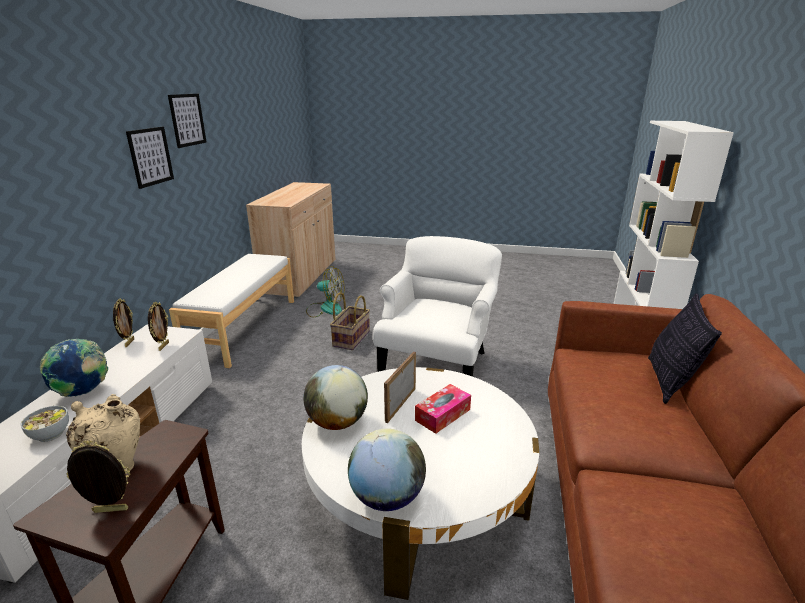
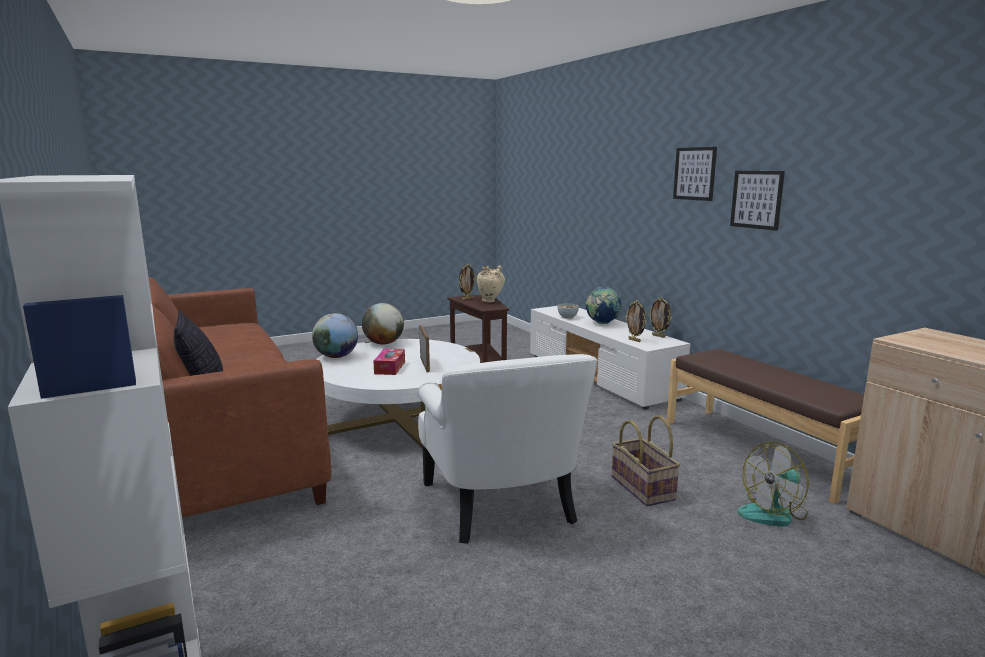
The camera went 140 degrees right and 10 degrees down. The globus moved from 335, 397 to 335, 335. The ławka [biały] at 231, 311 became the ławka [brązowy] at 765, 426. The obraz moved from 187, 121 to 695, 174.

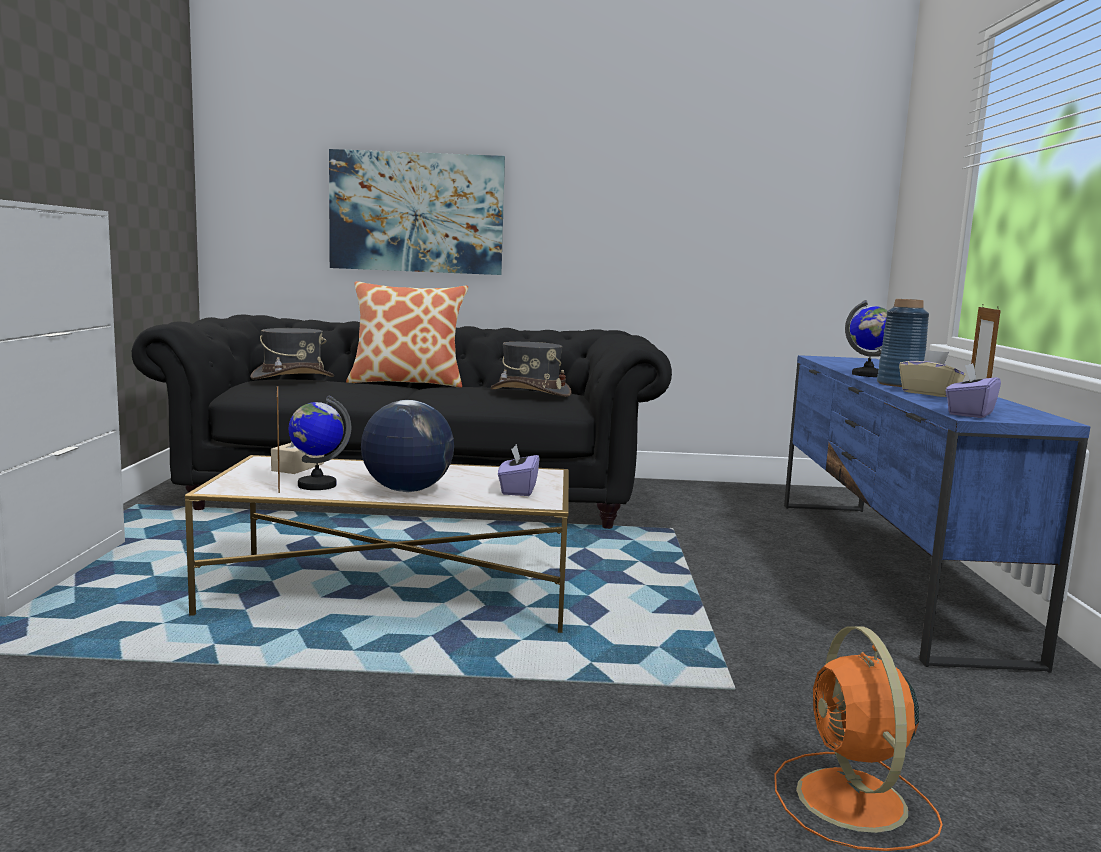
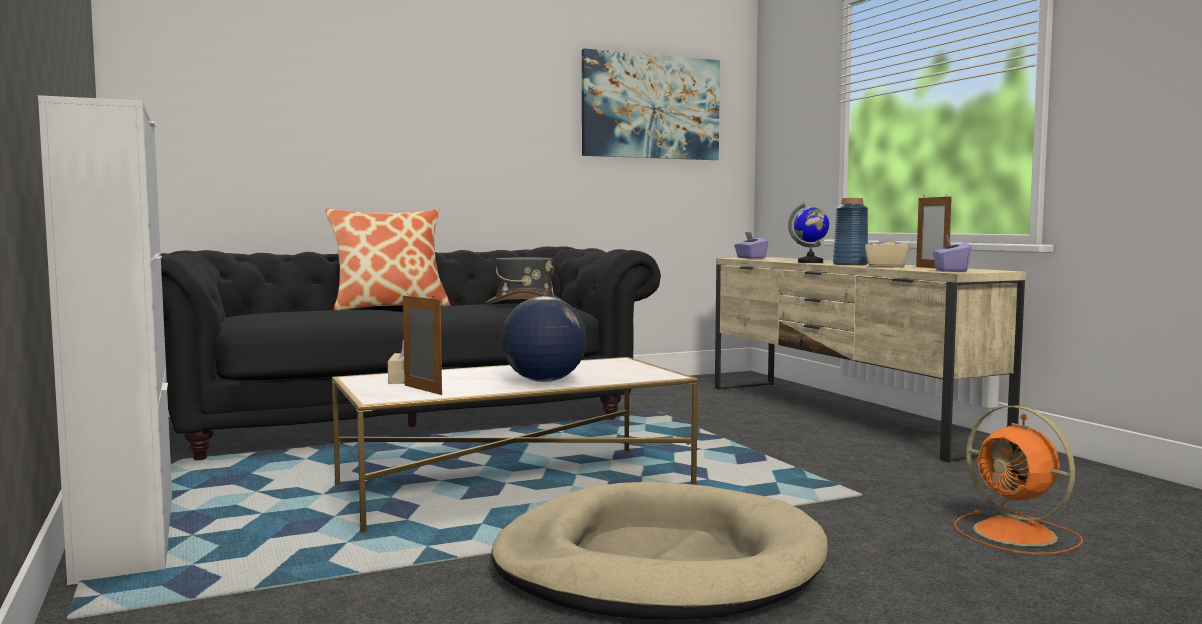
The camera went 25 degrees left and 5 degrees down. The legowisko [beżowy] at 659, 551 appeared. The obraz moved from 417, 212 to 651, 104. The szafka pod telewizor [niebieski] at 937, 514 became the szafka pod telewizor [beżowy] at 870, 360. The pudełko chusteczek [fioletowy] moved from 519, 470 to 751, 245. The kapelusz [szary] at 292, 354 disappeared. The globus at 319, 443 disappeared.

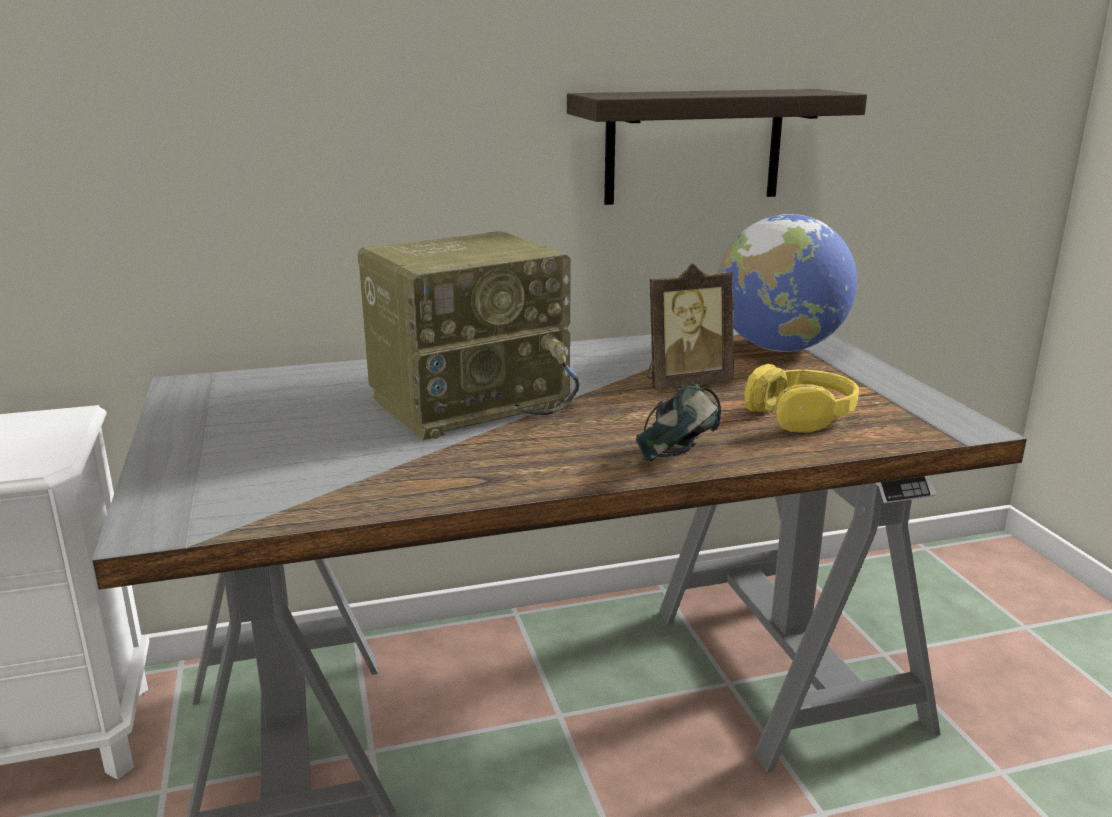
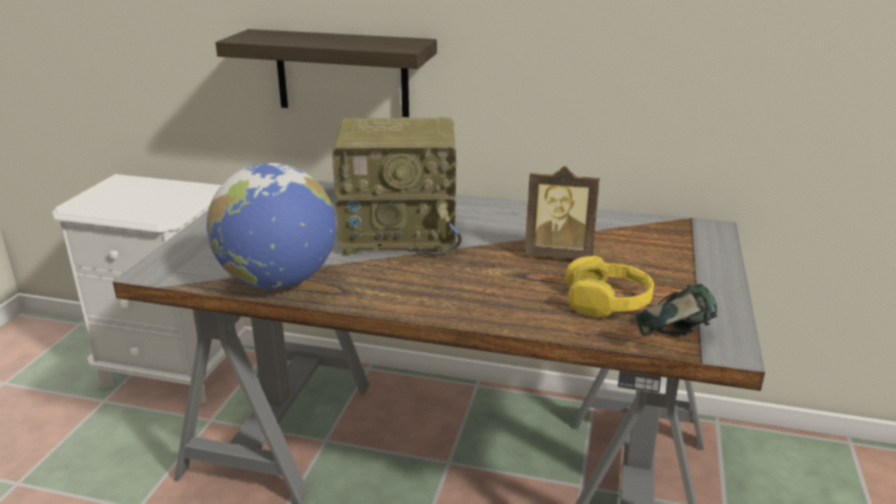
The camera went 30 degrees right and 5 degrees up. The globus moved from 787, 283 to 271, 226. The półka moved from 717, 147 to 326, 73. The słuchawki moved from 679, 421 to 676, 309.

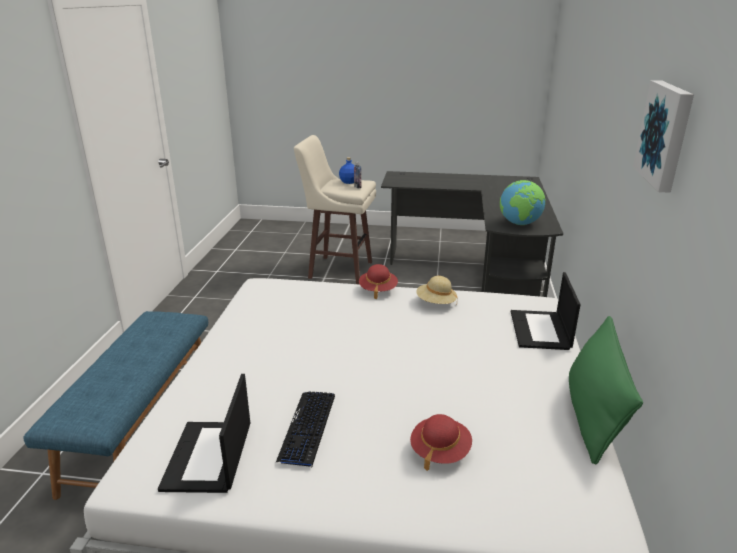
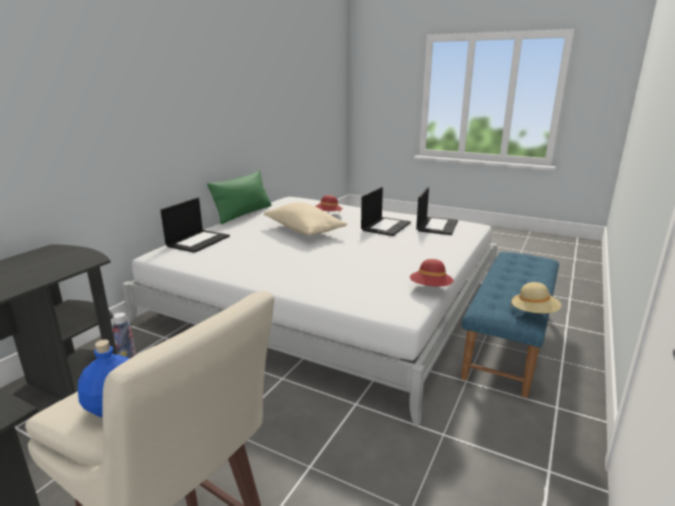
The camera went 160 degrees left and 5 degrees down. The poduszka [beżowy] at 305, 218 appeared. The klawiatura at 305, 429 was replaced by the laptop at 386, 211. The kapelusz [czerwony] moved from 378, 281 to 432, 273. The kapelusz [beżowy] moved from 436, 290 to 535, 297. The globus at 523, 202 disappeared. The obraz at 663, 136 disappeared.

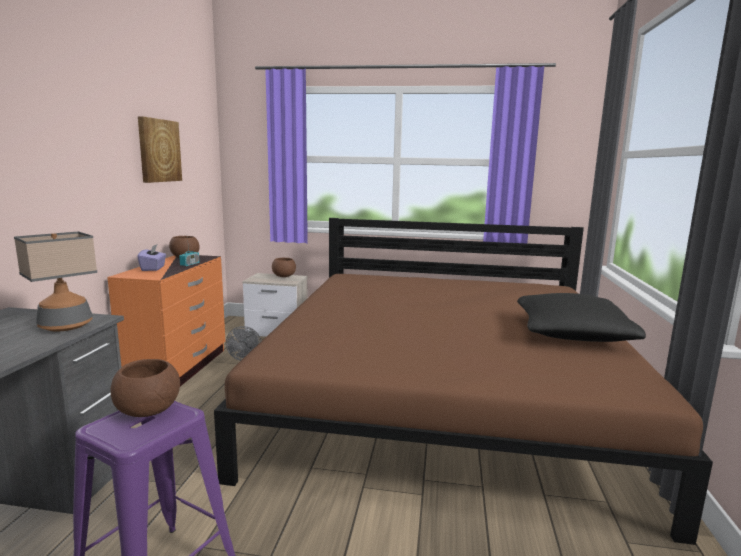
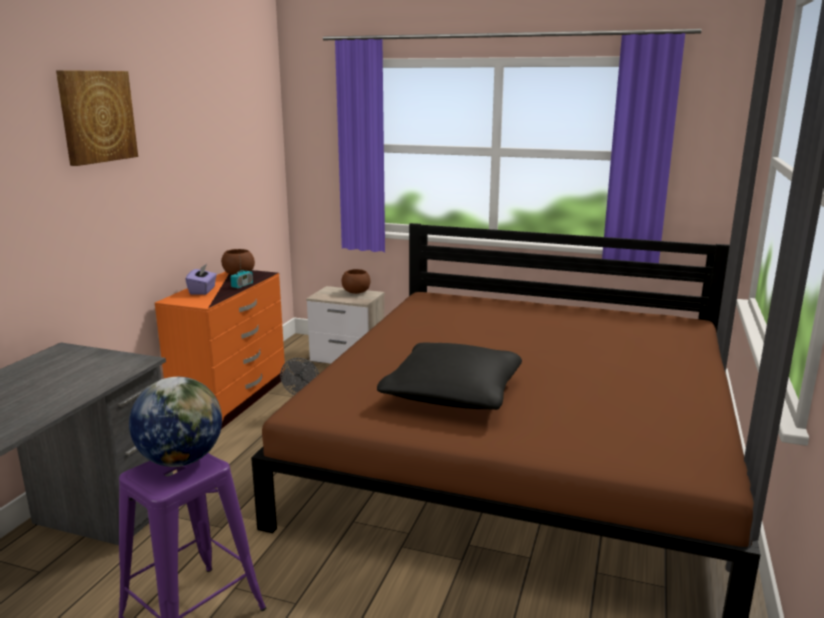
The camera went 10 degrees right and 5 degrees up. The obraz moved from 160, 149 to 97, 118. The miska [brązowy] at 145, 388 was replaced by the globus at 175, 422. The poduszka [czarny] moved from 581, 317 to 449, 376. The lampa stołowa at 55, 281 disappeared.

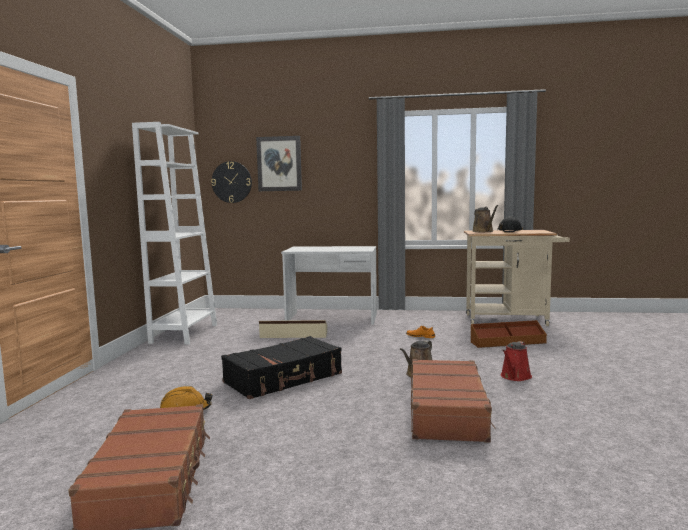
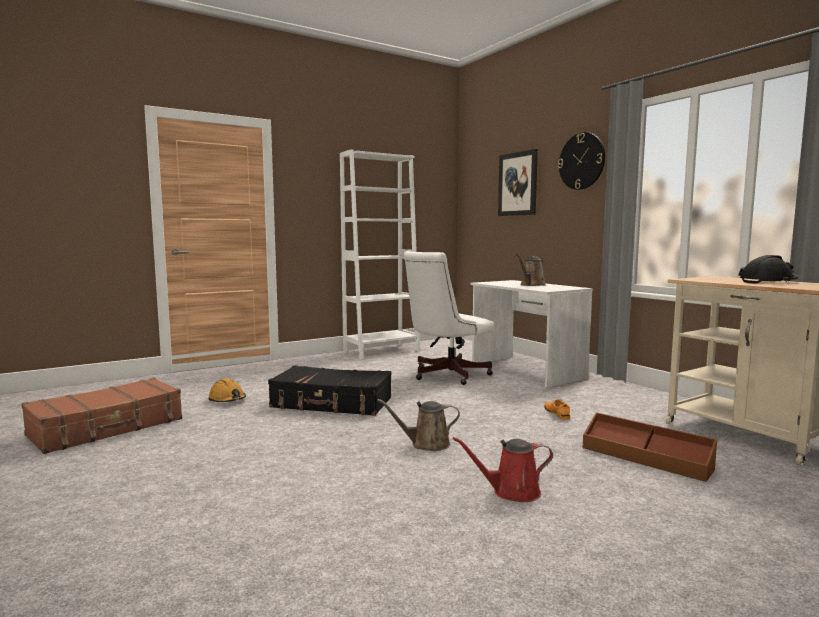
The camera went 50 degrees right and 0 degrees up. The pojemnik do przechowywania [beżowy] at 293, 329 was replaced by the krzesło biurowe [biały] at 448, 318. The konewka [brązowy] moved from 485, 218 to 531, 270. The zegar ścienny moved from 231, 182 to 581, 161. The walizka [brązowy] at 453, 401 disappeared.

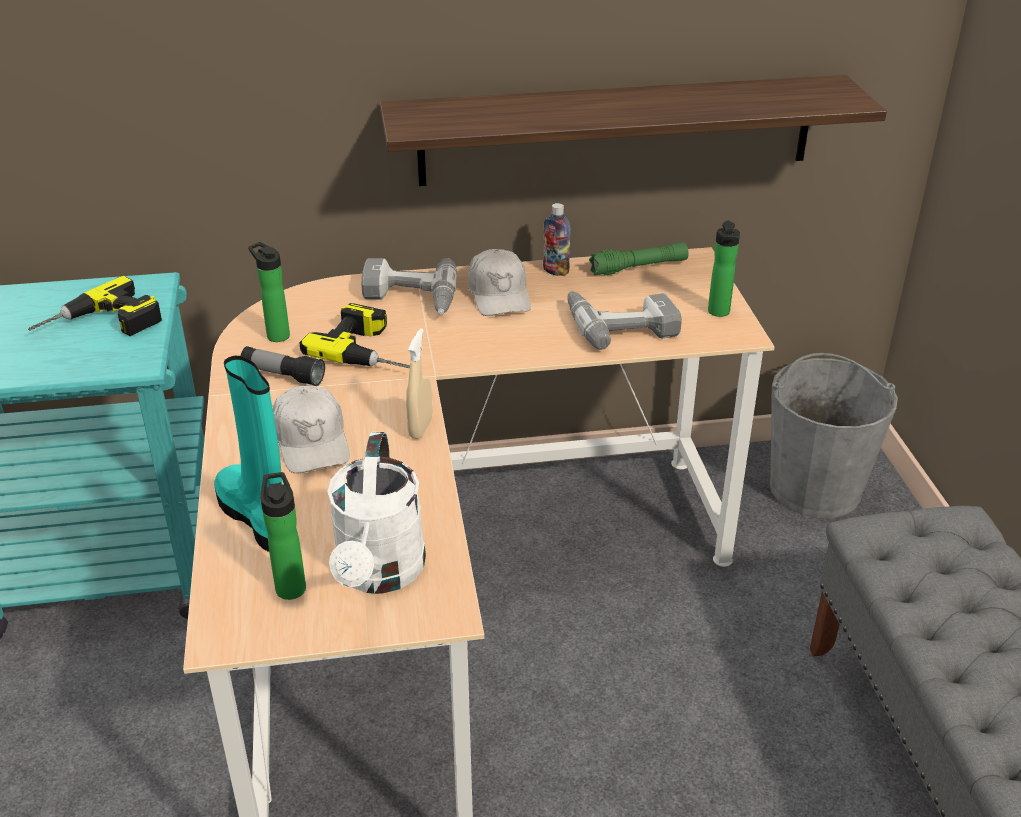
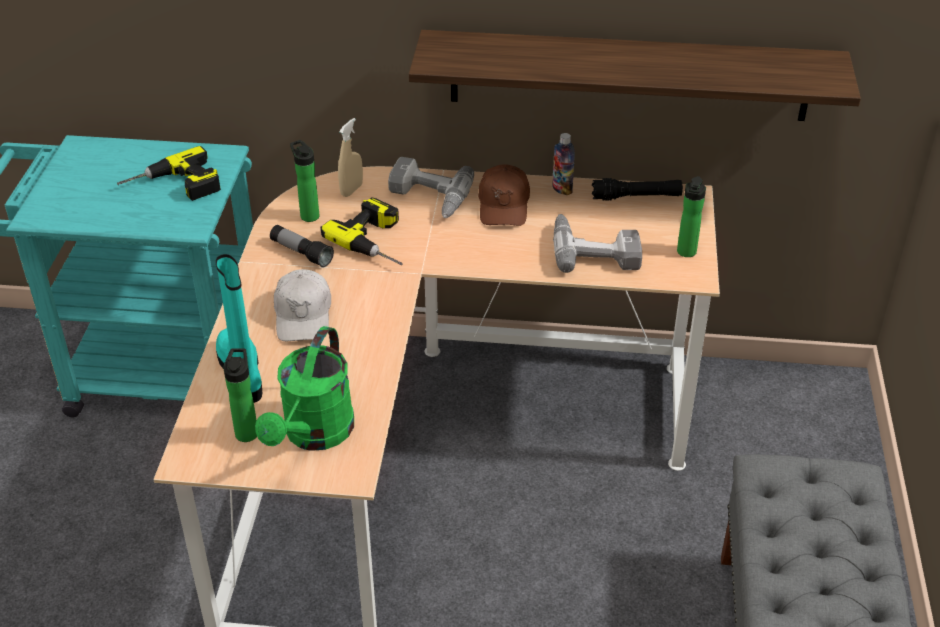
The camera went 15 degrees right and 5 degrees up. The konewka [biały] at 376, 513 became the konewka [zielony] at 304, 388. The spryskiwacz [beżowy] moved from 419, 383 to 350, 157. The czapka z daszkiem [biały] at 499, 282 became the czapka z daszkiem [brązowy] at 504, 195. The latarka [zielony] at 639, 259 became the latarka [czarny] at 637, 189. The wiadro [szary] at 833, 435 disappeared.

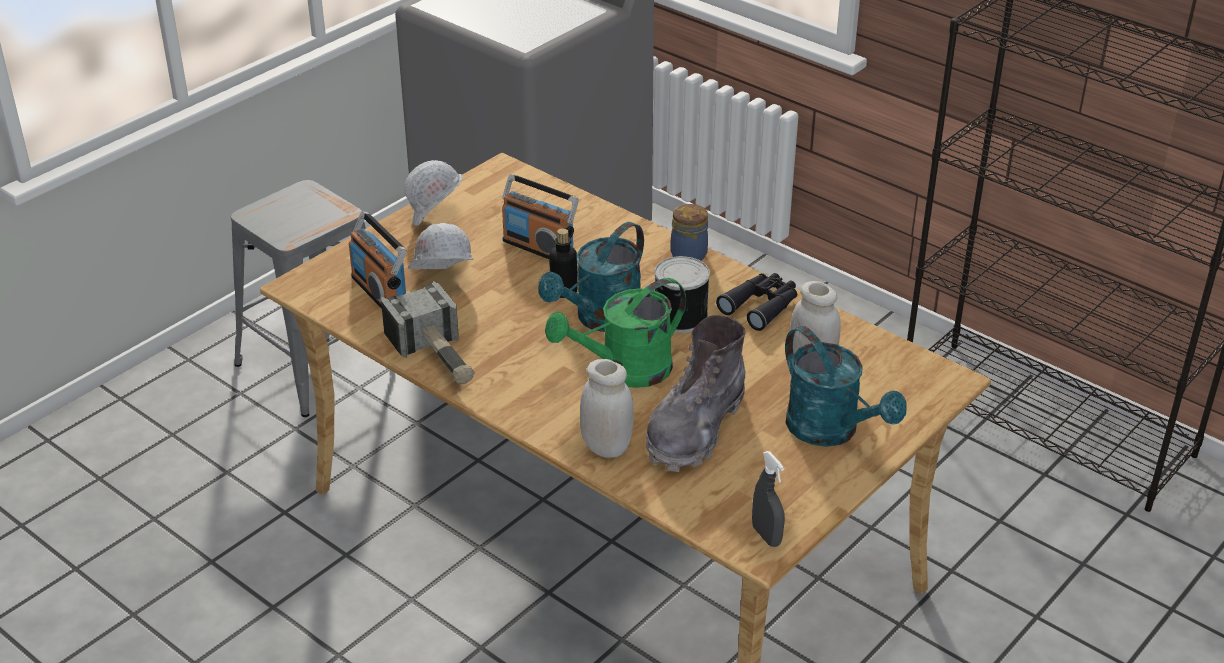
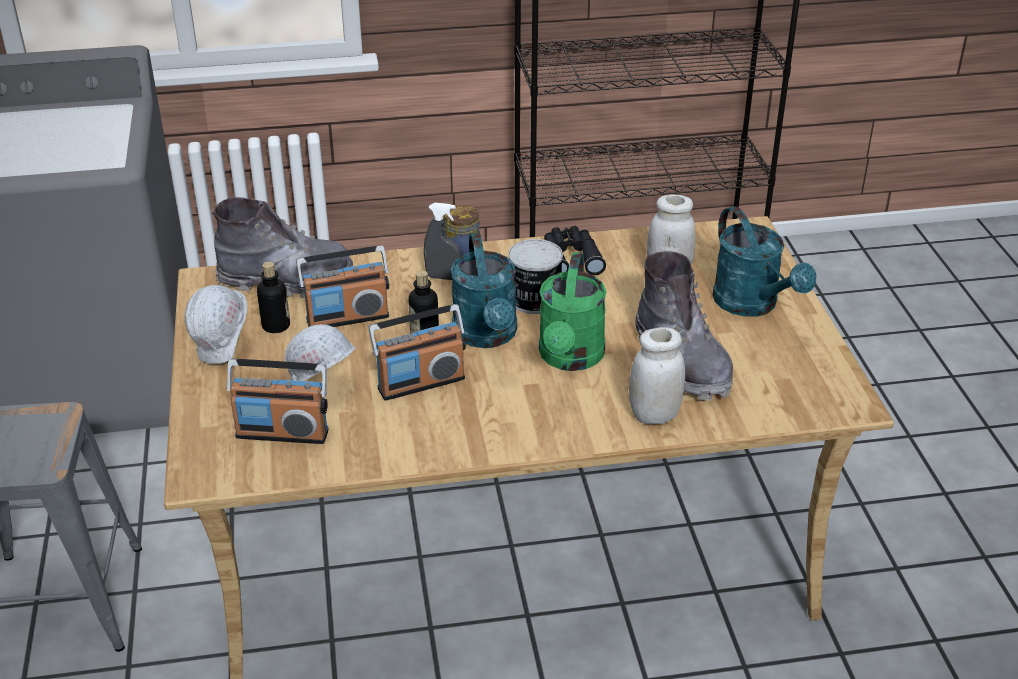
The camera went 50 degrees left and 0 degrees up. The but z cholewką [szary] at 283, 247 appeared. The butelka at 273, 297 appeared. The radio at 417, 352 appeared. The spryskiwacz [szary] moved from 768, 499 to 443, 241. The konewka [turkusowy] at 846, 386 turned 60 degrees clockwise. The młotek at 428, 332 disappeared.

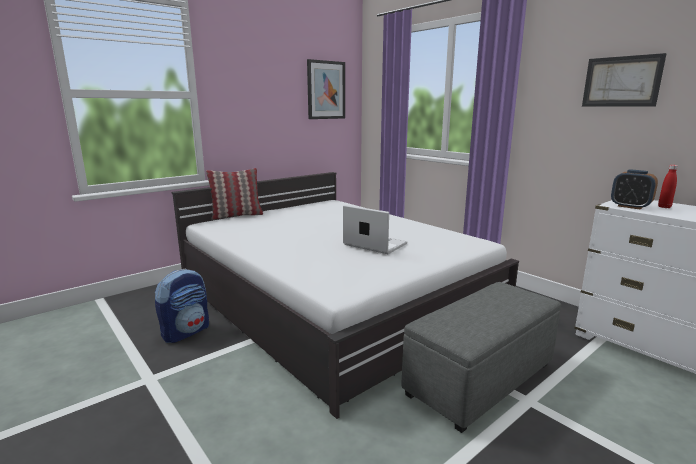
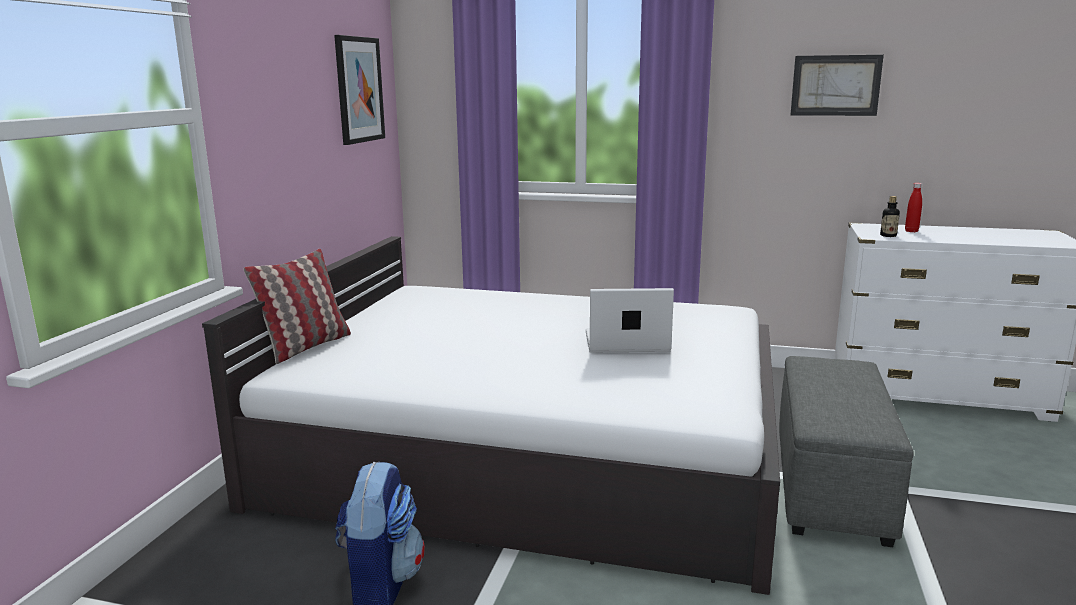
The camera went 35 degrees left and 0 degrees up. The budzik at 634, 189 was replaced by the butelka at 890, 216.

